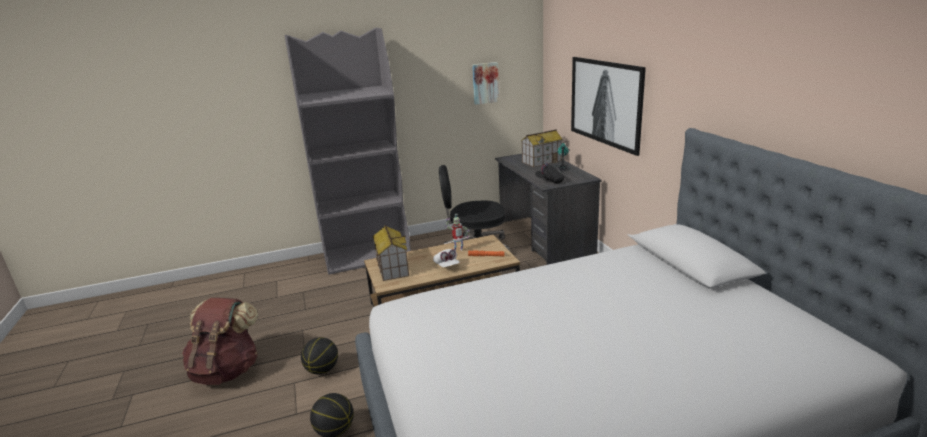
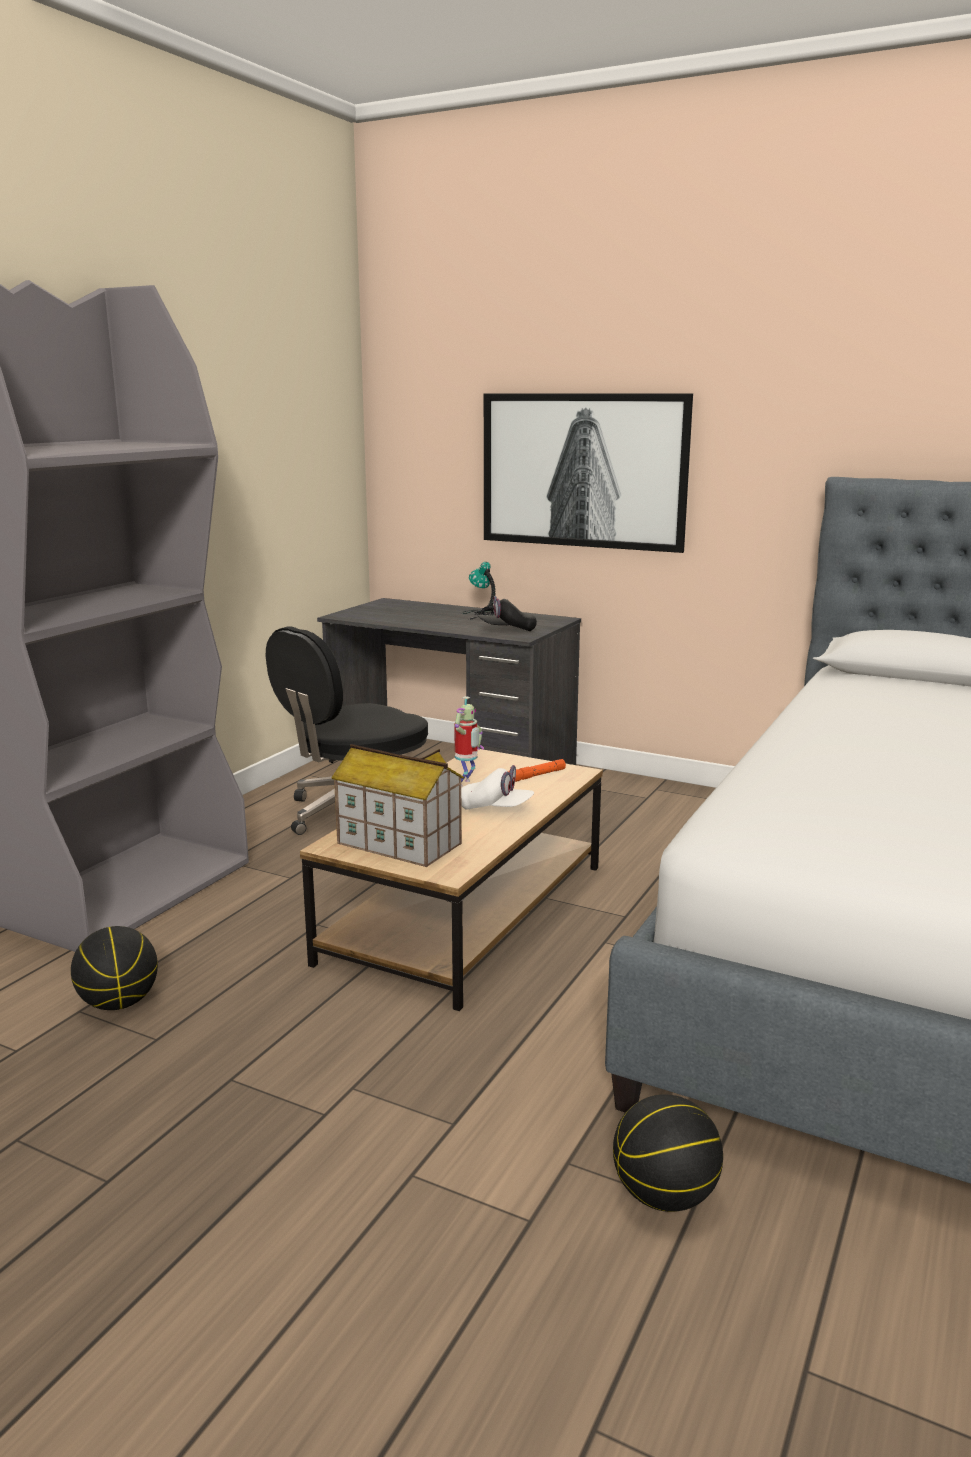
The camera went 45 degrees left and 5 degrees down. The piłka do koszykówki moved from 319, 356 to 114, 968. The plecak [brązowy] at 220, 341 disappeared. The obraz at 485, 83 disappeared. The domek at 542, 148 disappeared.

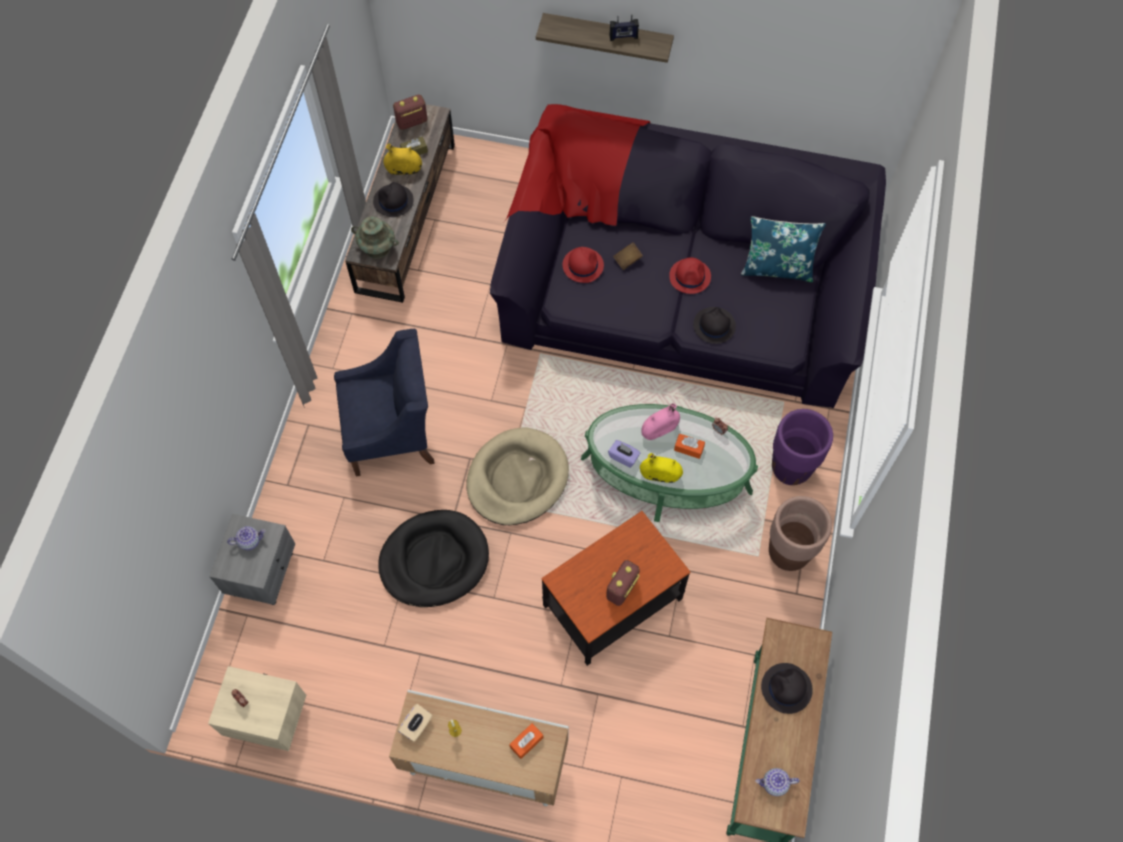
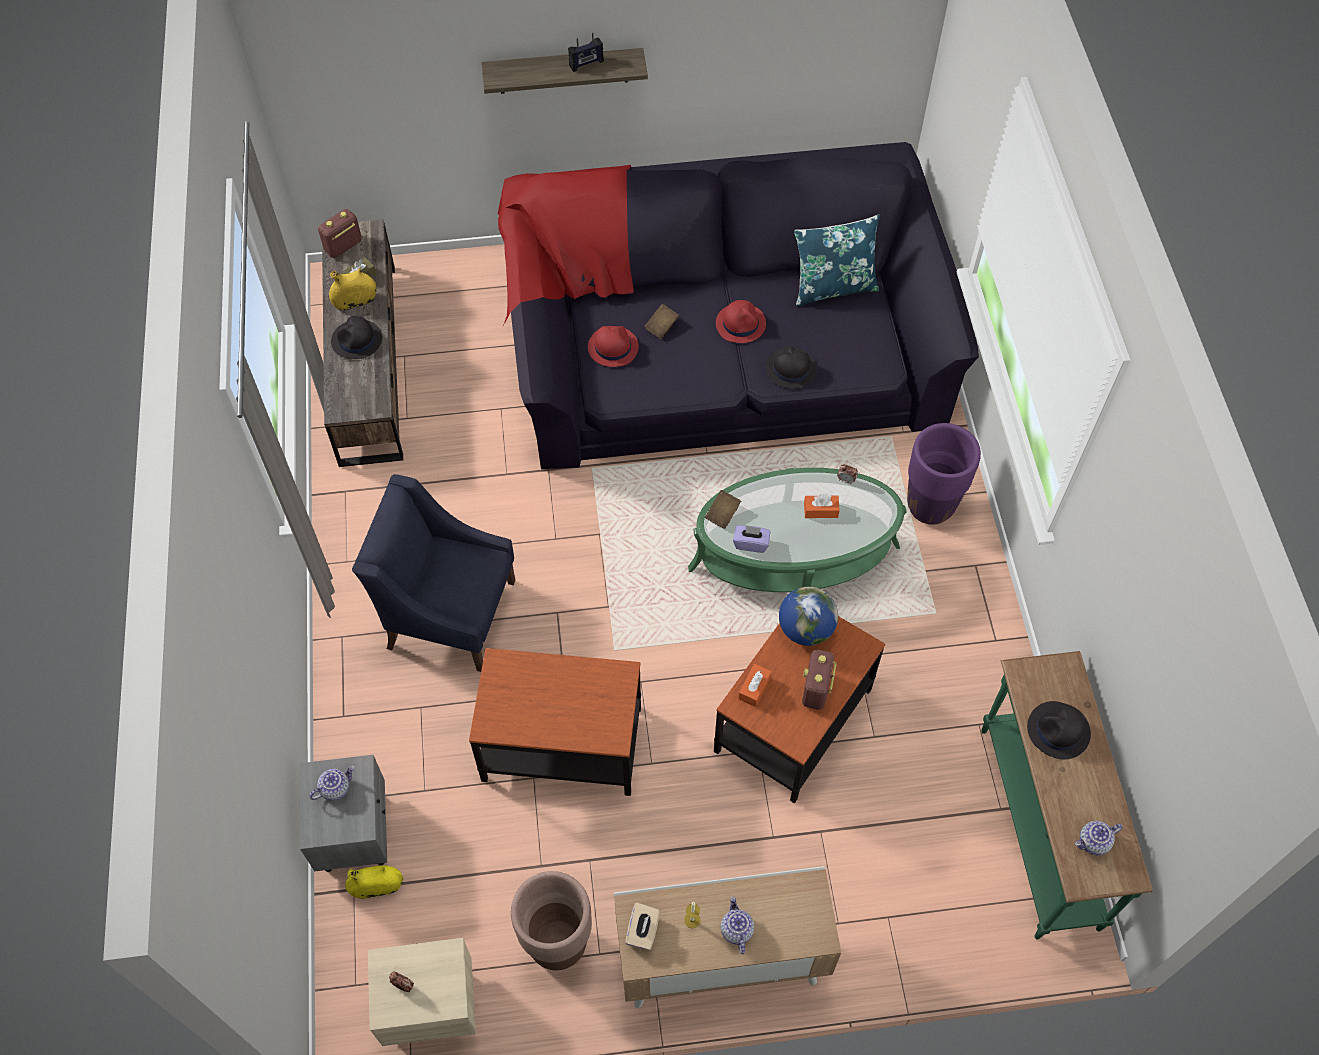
The camera went 20 degrees left and 5 degrees down. The wazon [żółty] moved from 661, 468 to 374, 882. The fotel [niebieski] at 384, 403 turned 135 degrees counterclockwise. The legowisko [czarny] at 433, 558 was replaced by the stolik at 555, 722. The donica [brązowy] moved from 800, 533 to 551, 920. The książka [brązowy] at 723, 509 appeared. The imbryk at 737, 925 appeared. The pudełko chusteczek [pomarańczowy] moved from 526, 741 to 755, 685. The globus at 808, 616 appeared. The wazon [turkusowy] at 375, 237 disappeared. The legowisko [beżowy] at 517, 476 disappeared. The wazon [różowy] at 660, 421 disappeared.

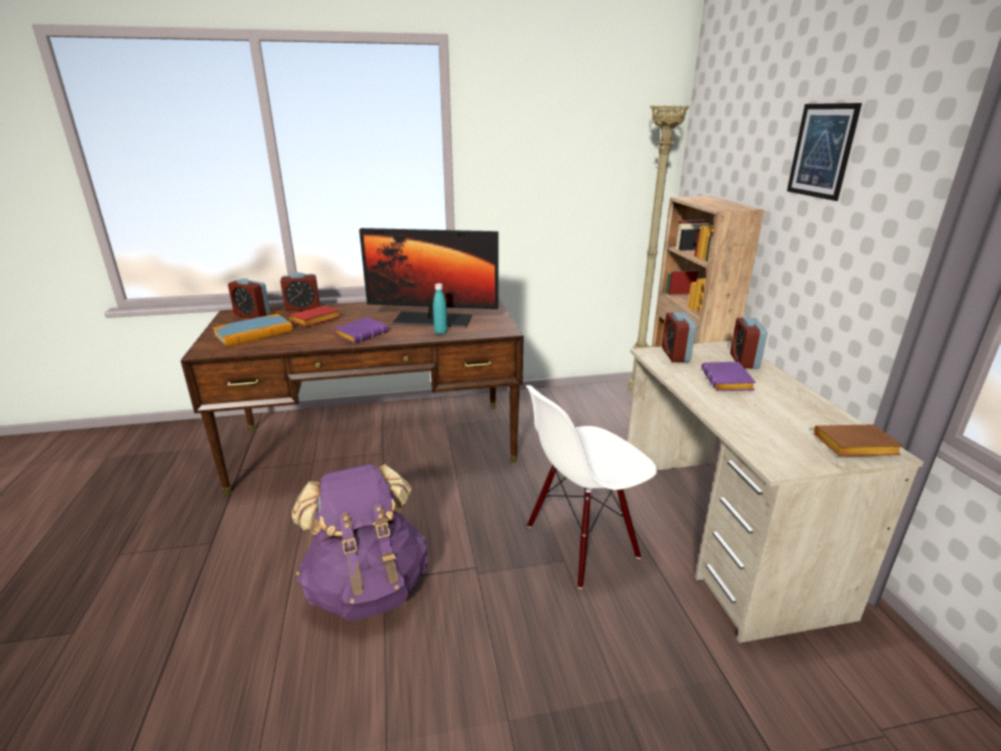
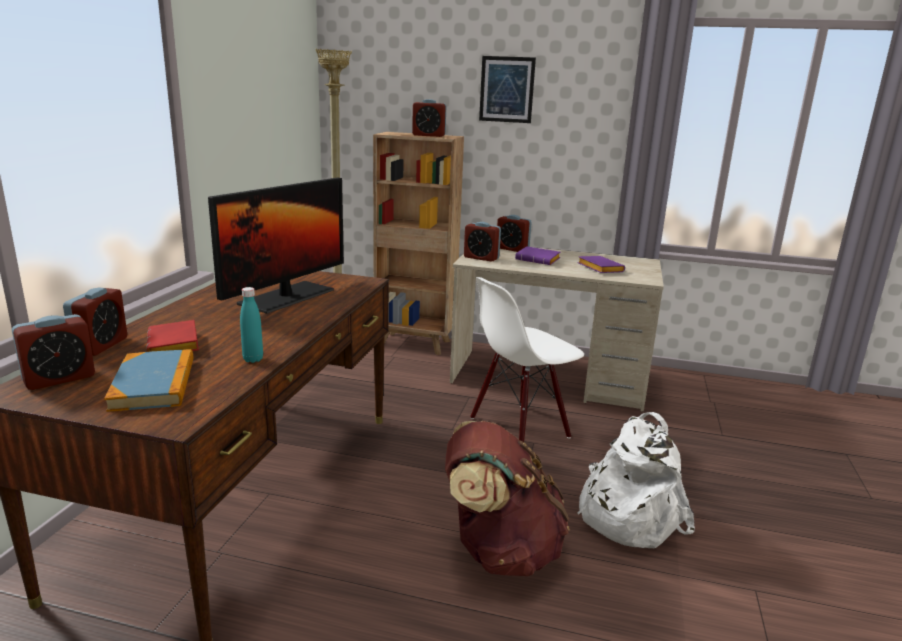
The camera went 65 degrees left and 5 degrees down. The butelka [turkusowy] moved from 440, 308 to 251, 325. The budzik at 429, 118 appeared. The plecak [fioletowy] at 360, 542 became the plecak [brązowy] at 507, 498. The krzesło [biały] at 591, 487 turned 60 degrees clockwise. The plecak [biały] at 636, 480 appeared. The książka [fioletowy] moved from 361, 330 to 601, 264. The książka [brązowy] at 858, 440 disappeared.

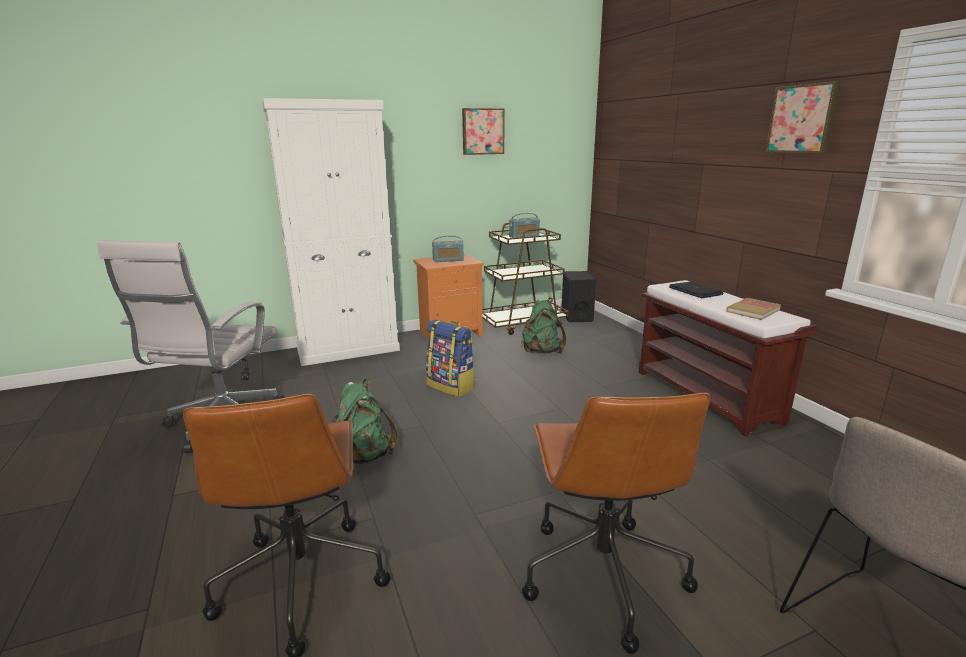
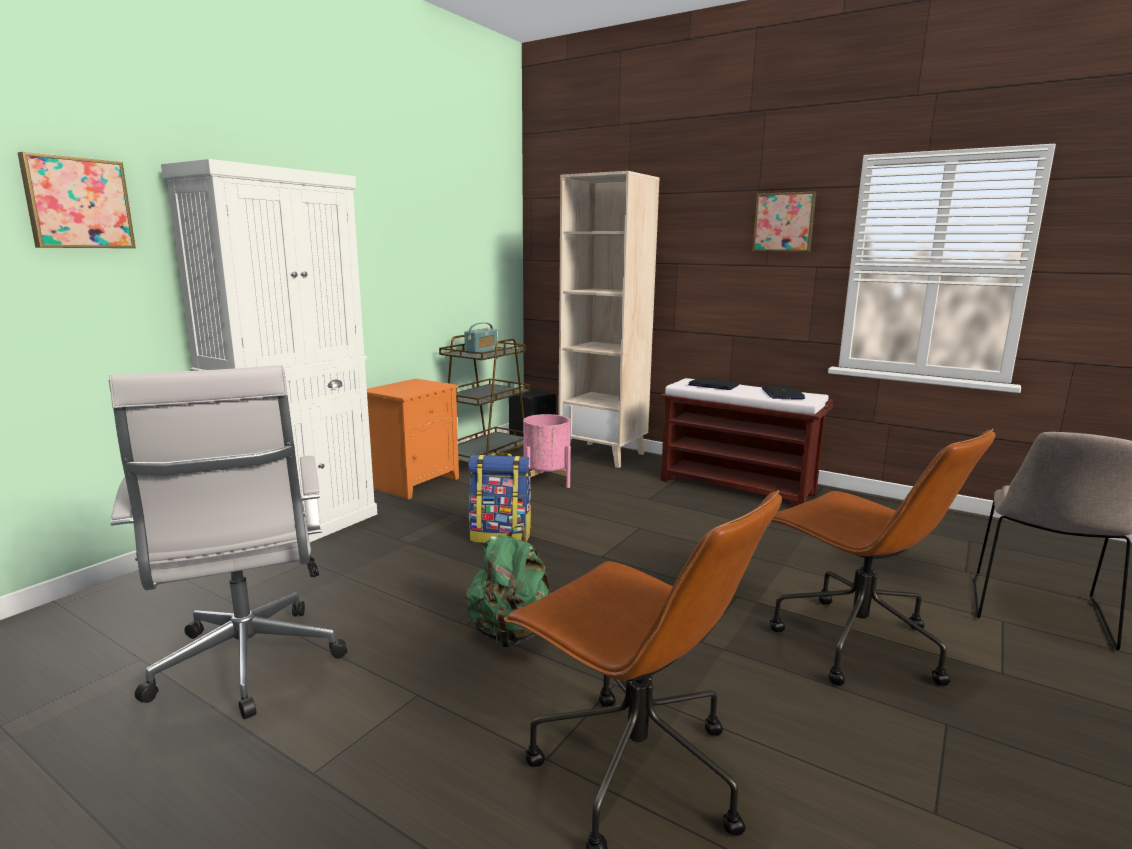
The camera went 35 degrees left and 5 degrees down. The obraz moved from 483, 131 to 76, 200. The plecak [zielony] at 543, 325 was replaced by the donica [różowy] at 547, 451. The regał [beżowy] at 608, 319 appeared. The książka at 753, 309 was replaced by the laptop at 783, 392. The radio at 448, 249 disappeared.

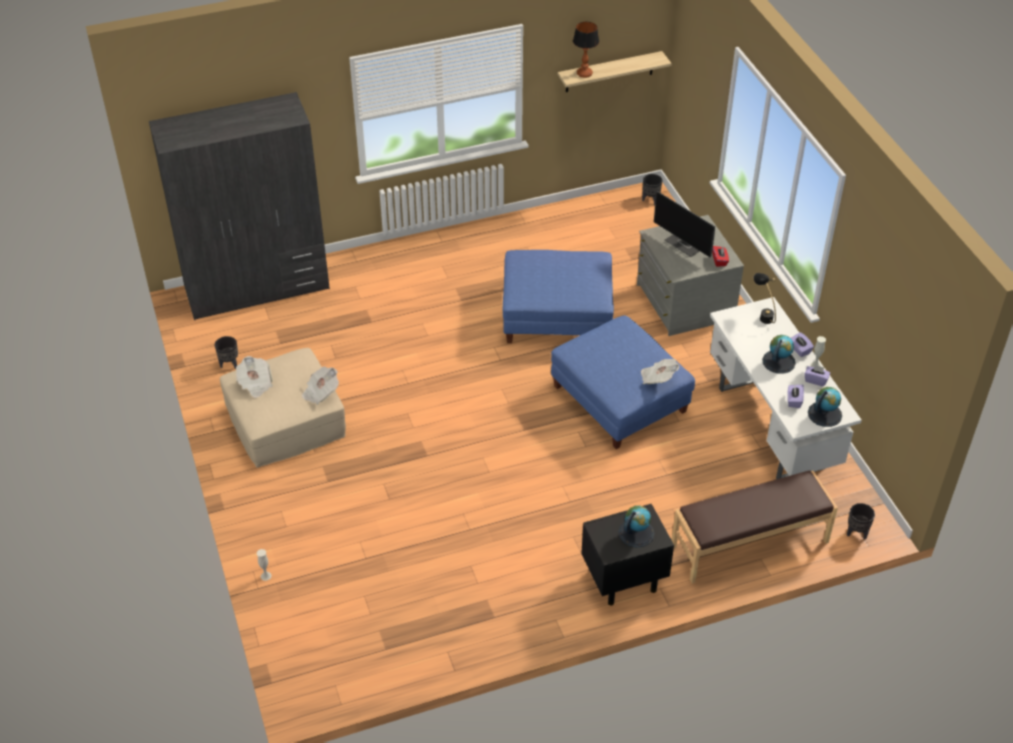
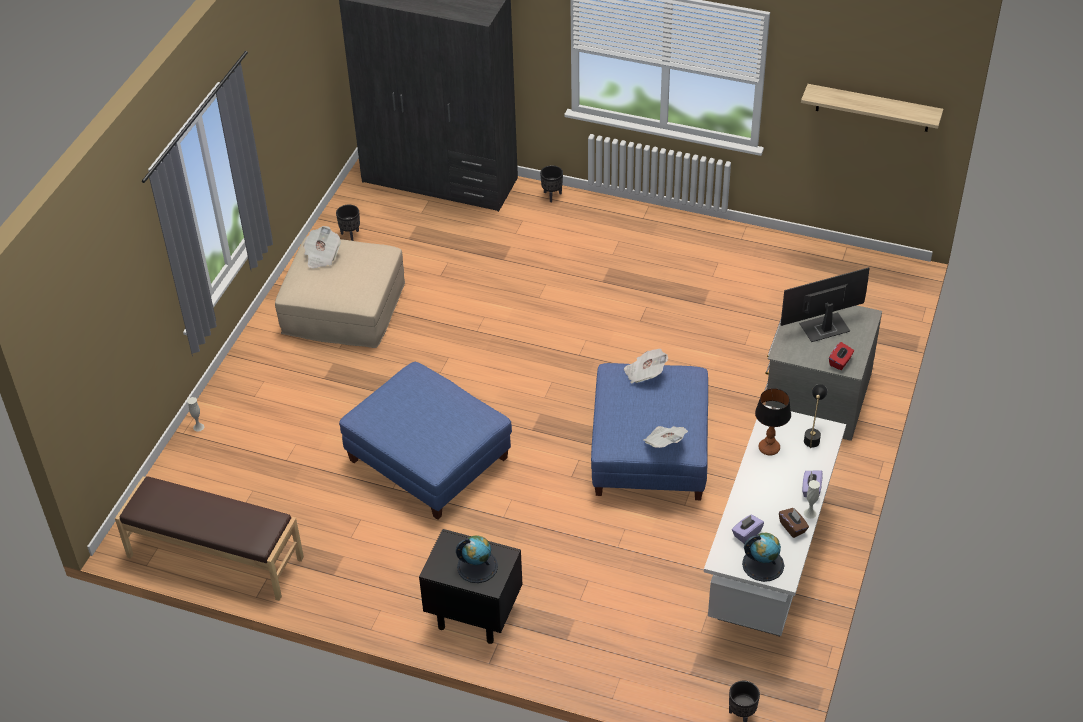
The camera went 40 degrees right and 0 degrees up. The ławka [brązowy] moved from 754, 526 to 209, 538. The pufa [niebieski] moved from 558, 296 to 425, 441. The donica [czarny] moved from 652, 189 to 551, 183. The gazeta moved from 320, 385 to 646, 366. The lampa stołowa moved from 586, 49 to 773, 422. The pudełko chusteczek [fioletowy] at 817, 375 became the pudełko chusteczek [brązowy] at 794, 523. The monitor at 684, 224 turned 75 degrees clockwise. The globus at 779, 354 disappeared.

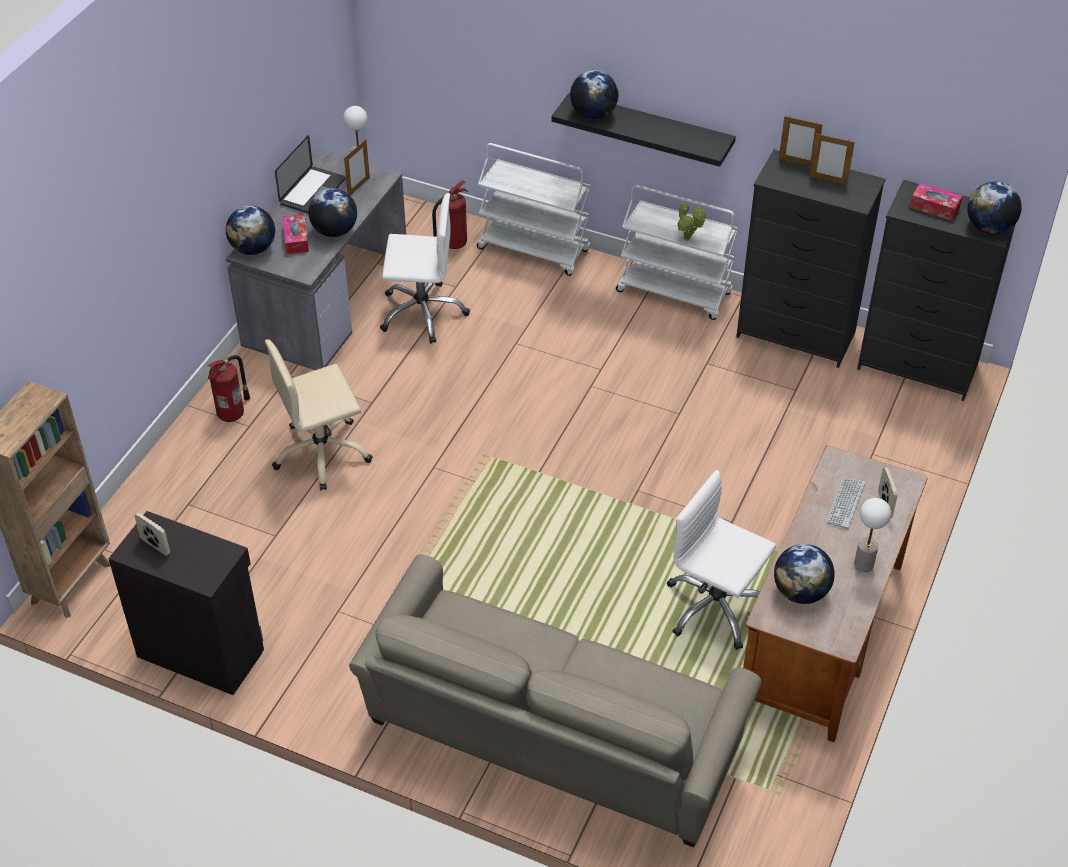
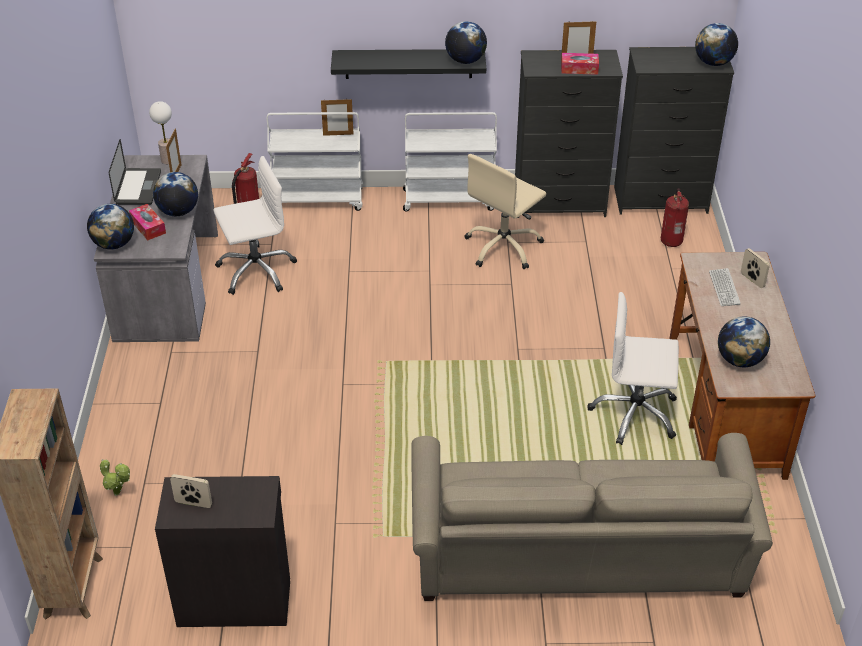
The camera went 25 degrees left and 5 degrees down. The roślina doniczkowa moved from 691, 221 to 115, 477. The ramka na zdjęcie moved from 801, 141 to 337, 117. The globus moved from 594, 94 to 466, 42. The krzesło biurowe [beżowy] moved from 319, 414 to 505, 211. The pudełko chusteczek moved from 936, 202 to 580, 64. The gaśnica moved from 229, 388 to 675, 217. The lampa stołowa at 872, 535 disappeared.

